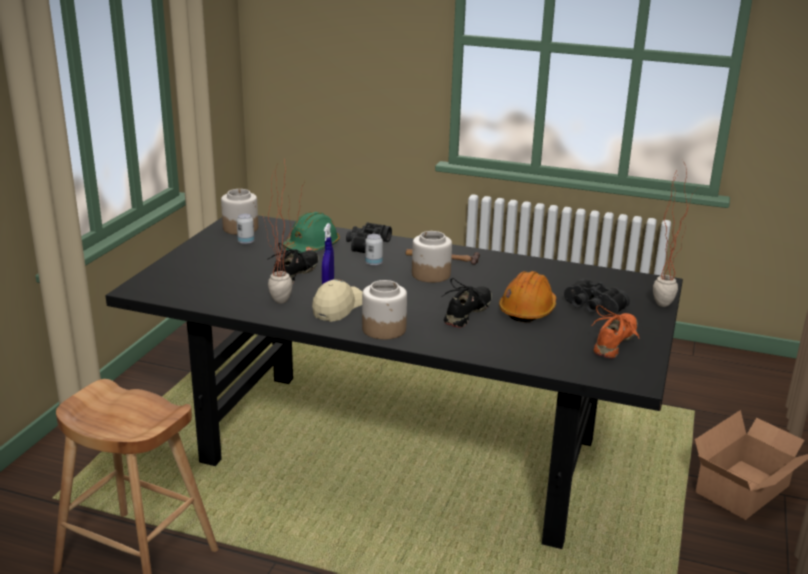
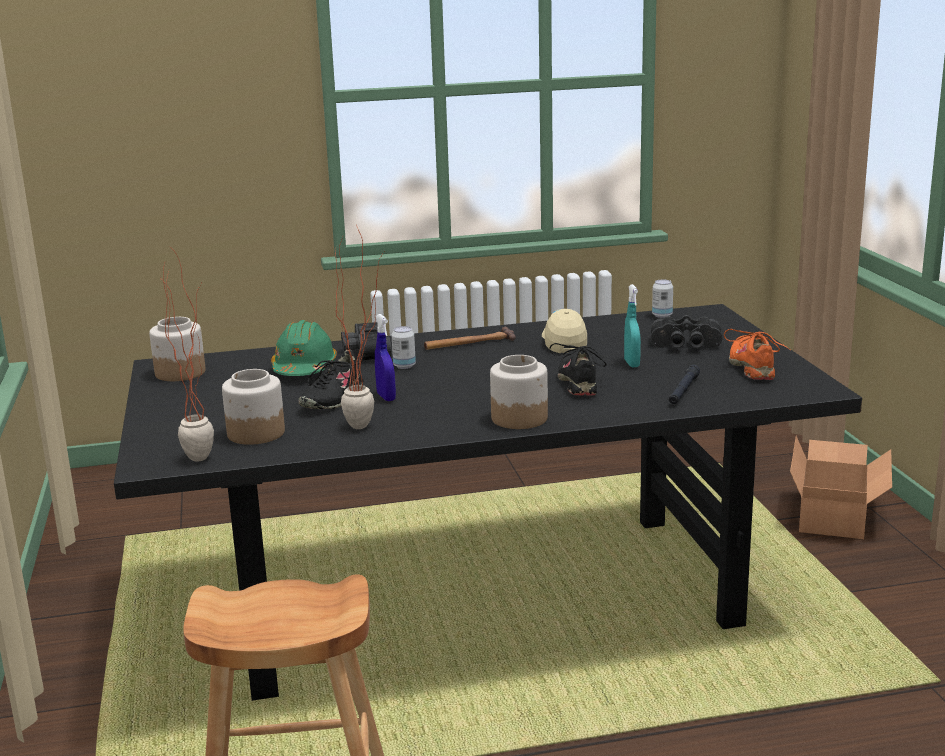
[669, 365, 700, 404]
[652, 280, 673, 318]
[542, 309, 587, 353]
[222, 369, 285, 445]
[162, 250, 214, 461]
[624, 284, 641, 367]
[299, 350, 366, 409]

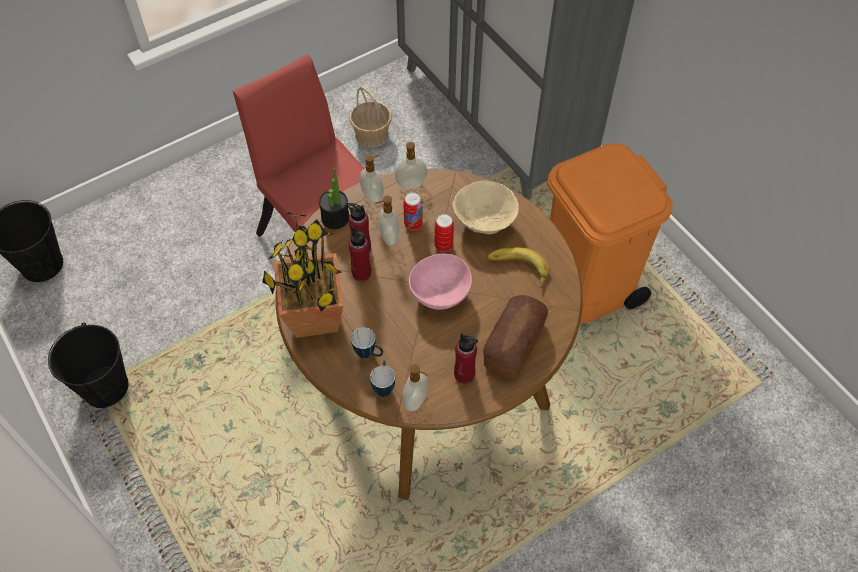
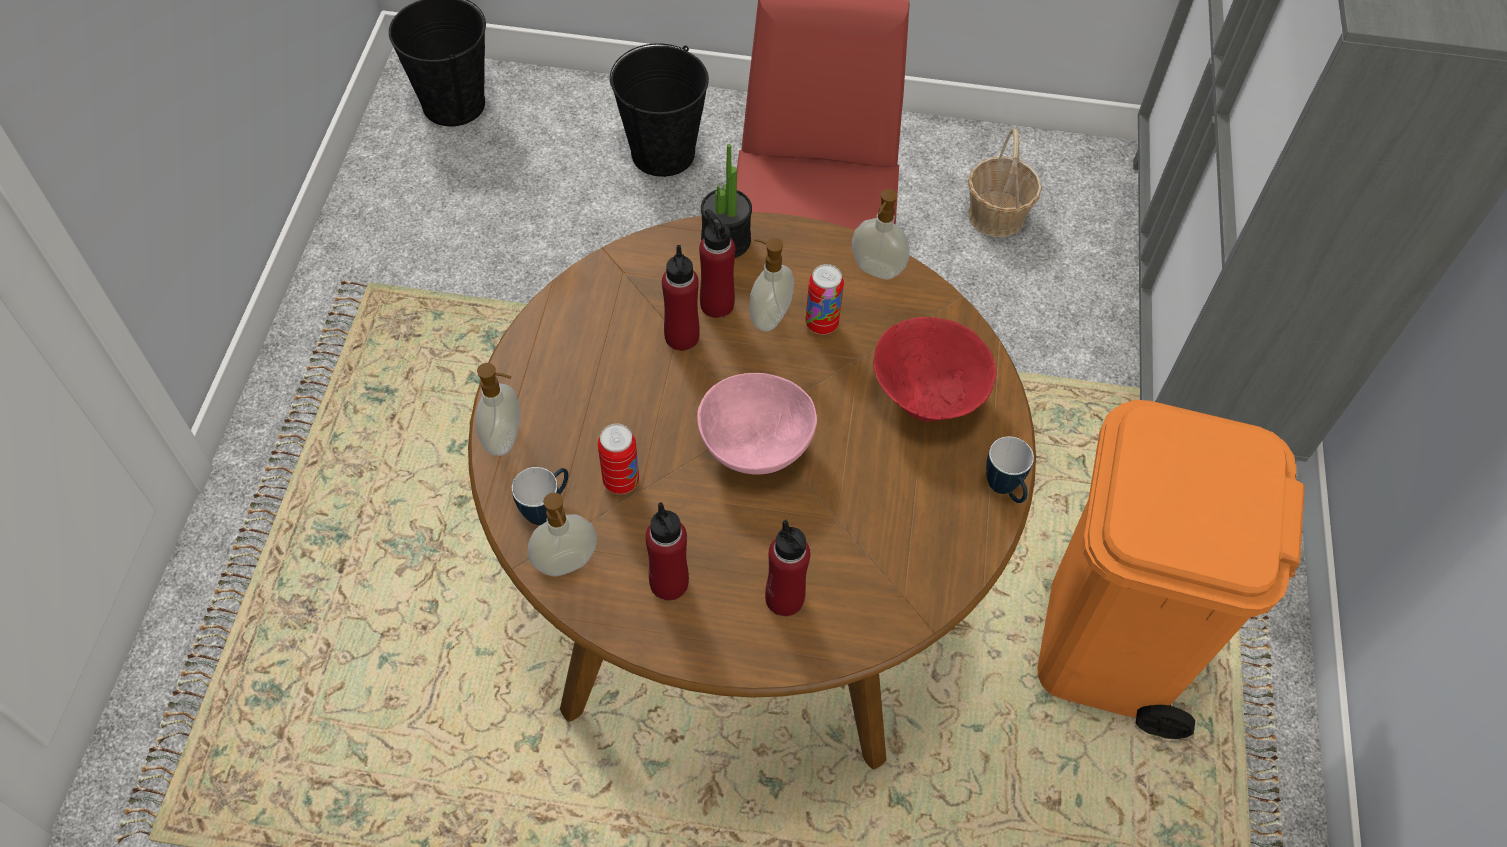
[262, 213, 344, 338] (first image)
[487, 247, 550, 288] (first image)
[610, 43, 709, 177]
[986, 436, 1034, 503]
[476, 363, 520, 456]
[598, 424, 639, 494]
[765, 520, 810, 616]
[874, 317, 996, 422]

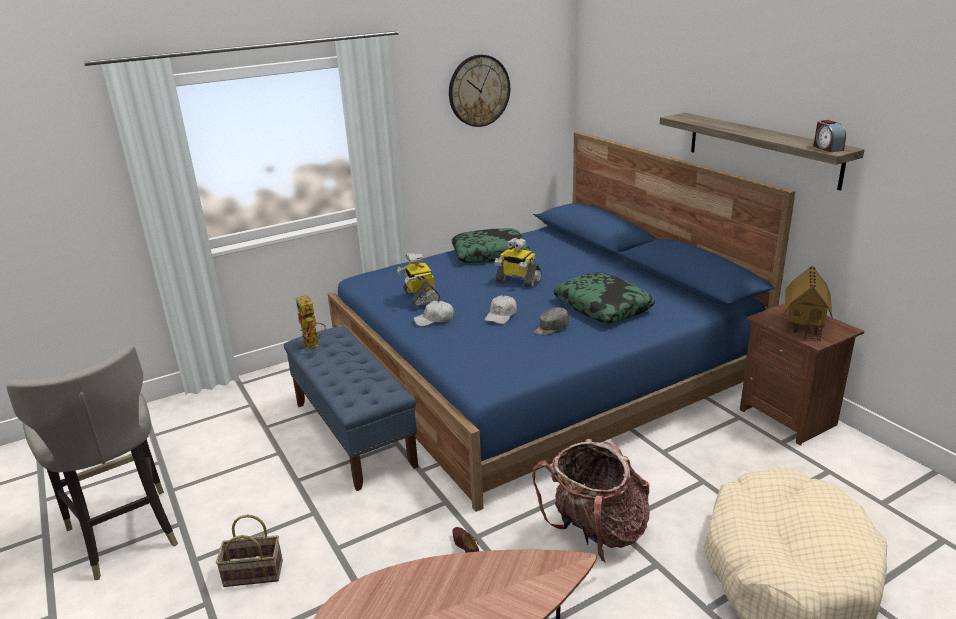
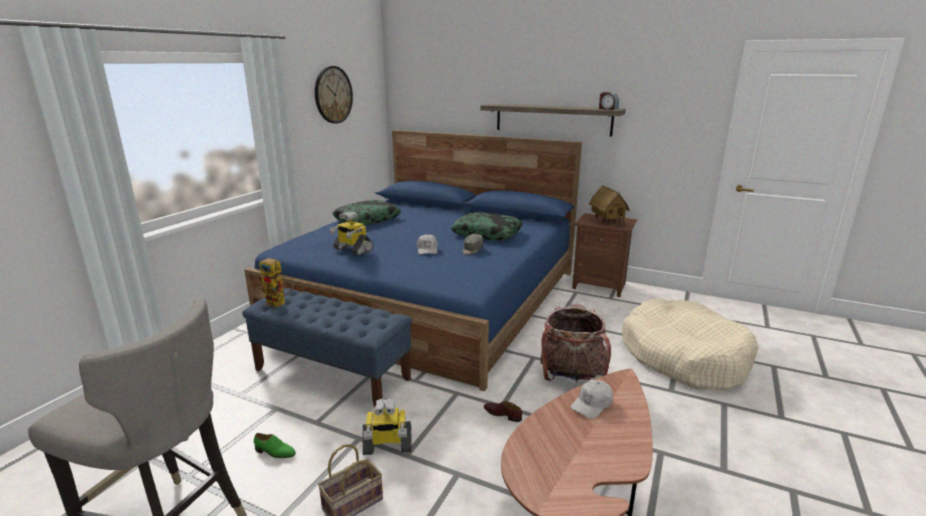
[254, 433, 296, 458]
[571, 380, 613, 419]
[362, 398, 412, 455]

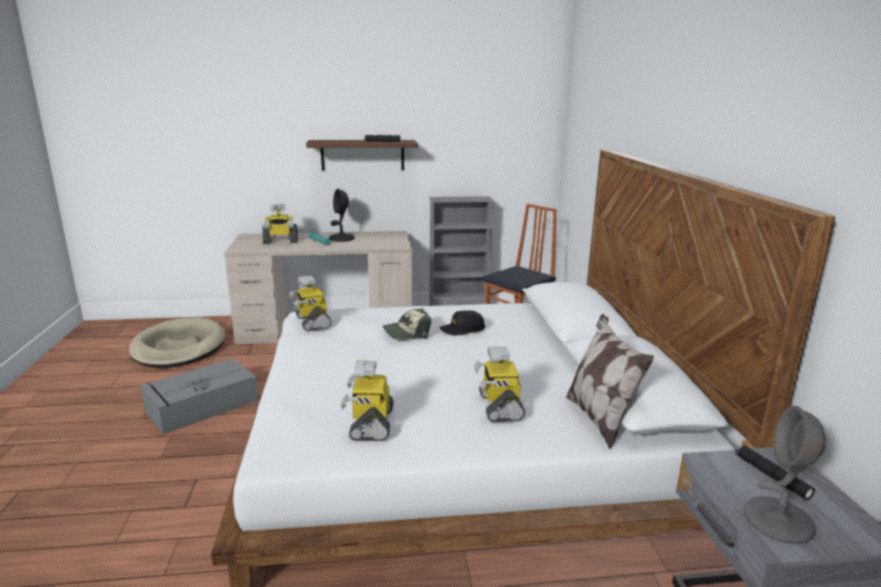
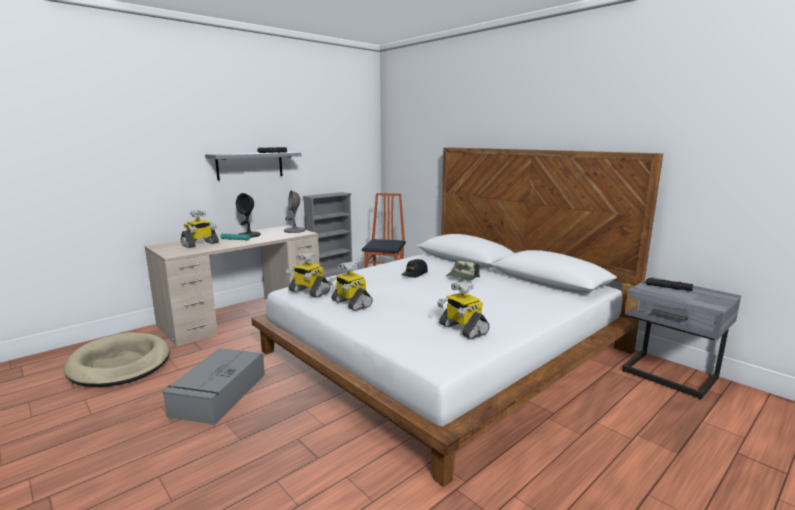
[565, 314, 654, 449] (first image)
[446, 260, 480, 281]
[328, 262, 373, 311]
[284, 190, 305, 233]
[205, 152, 301, 180]

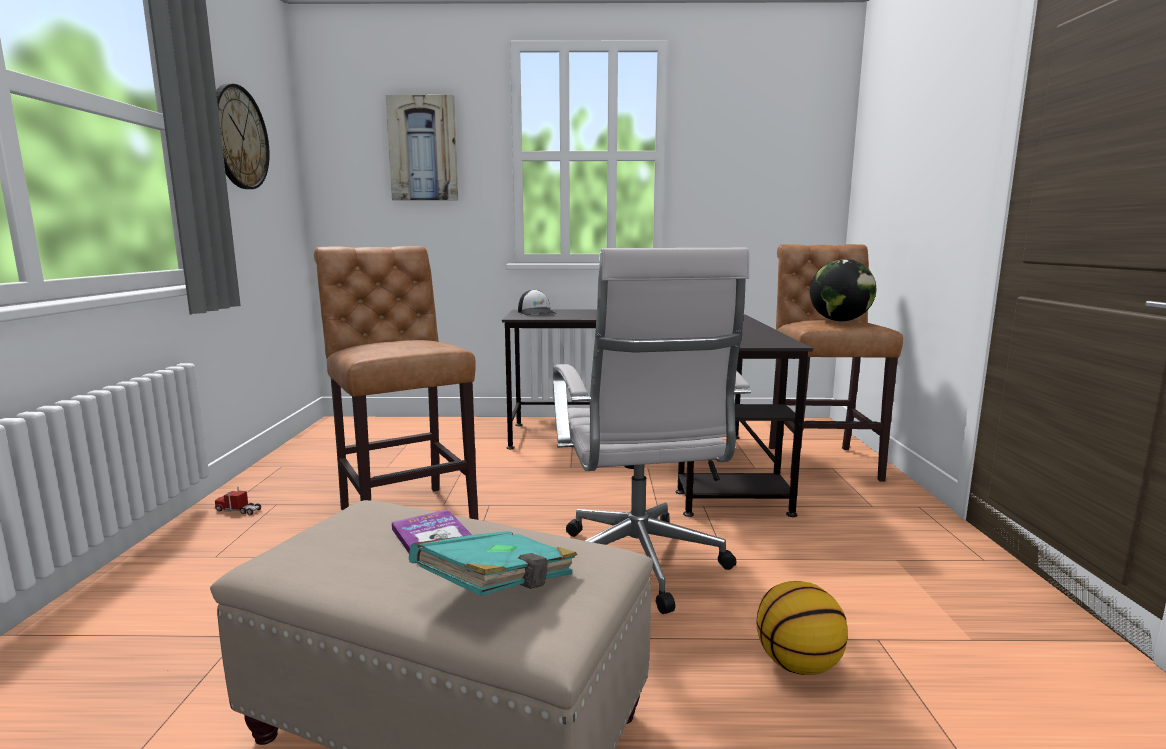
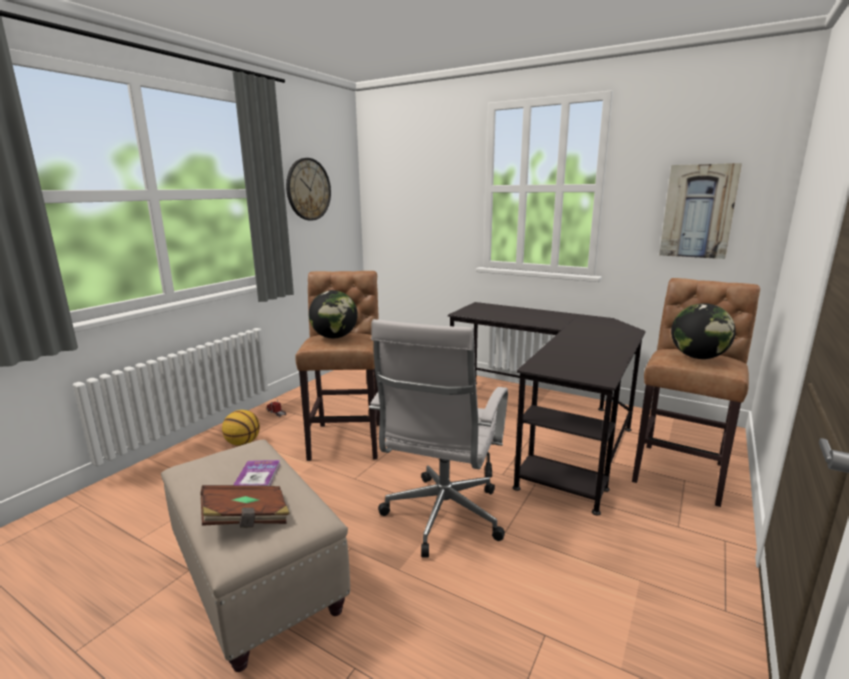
[518, 289, 557, 315] (first image)
[309, 290, 358, 338]
[659, 163, 742, 259]
[222, 410, 260, 446]
[200, 485, 290, 528]

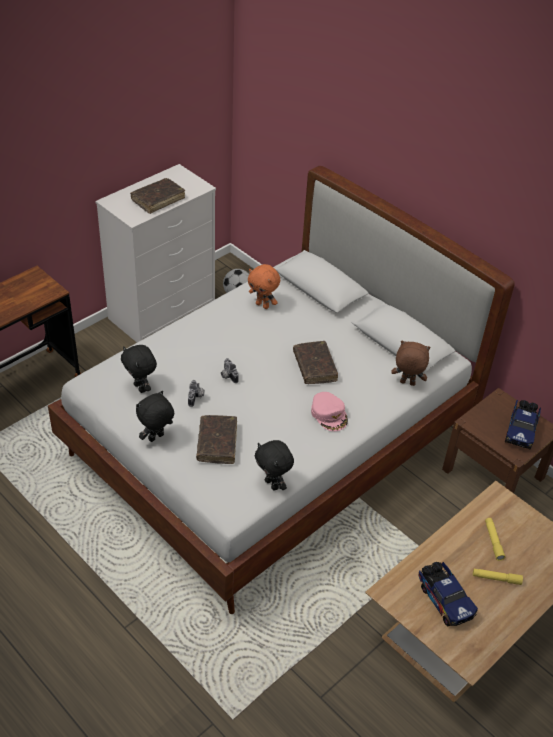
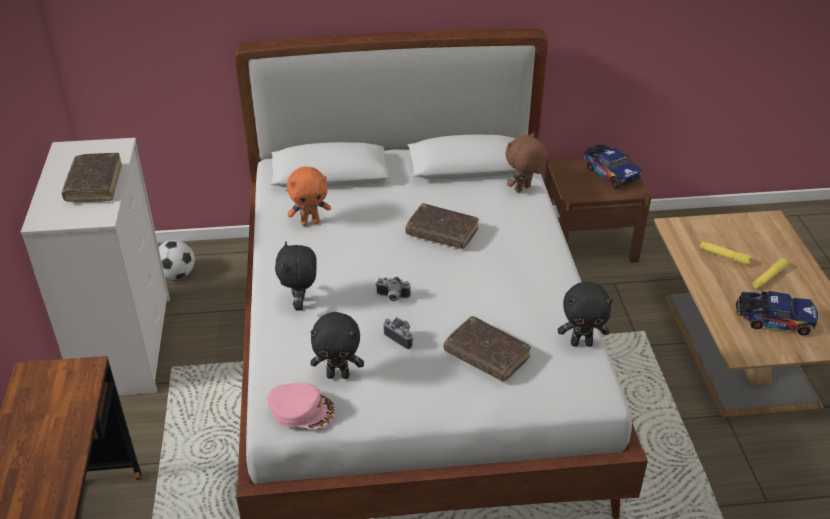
[275, 241, 317, 311]
[267, 383, 336, 428]

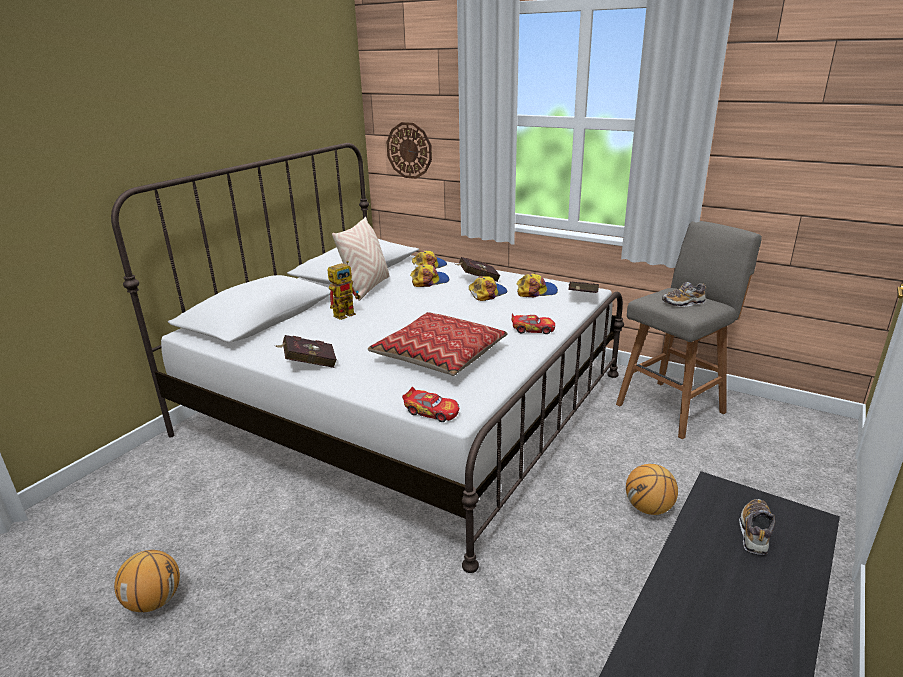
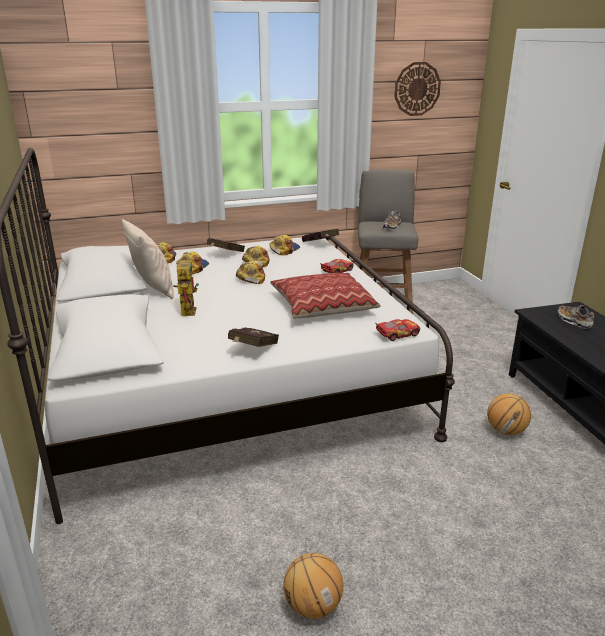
[236, 261, 265, 284]
[394, 62, 441, 116]
[487, 393, 531, 435]

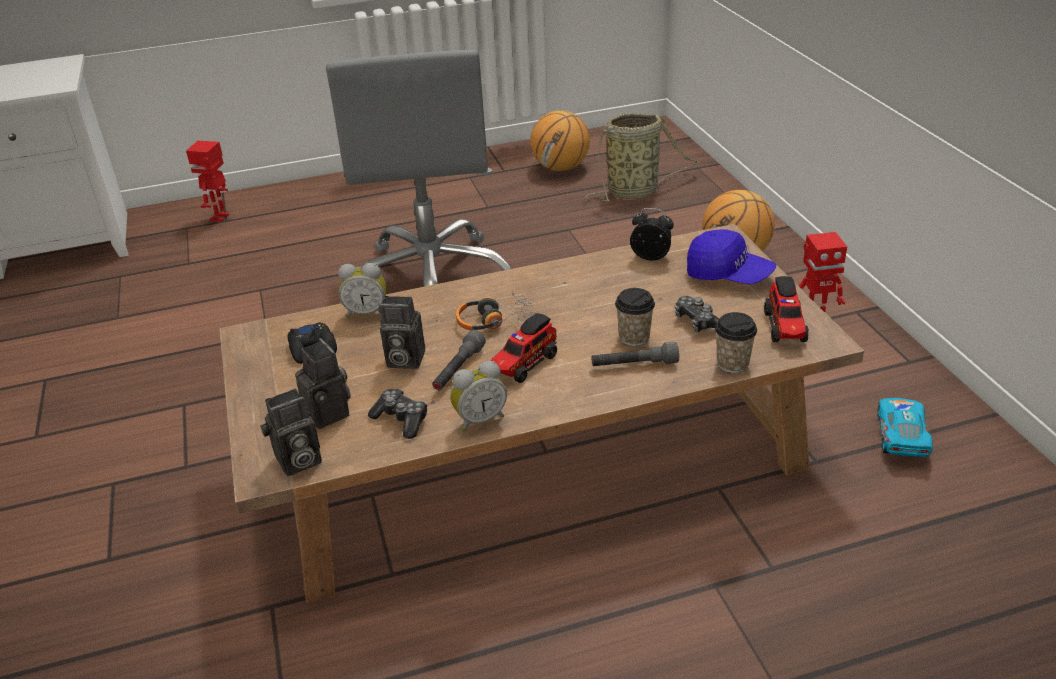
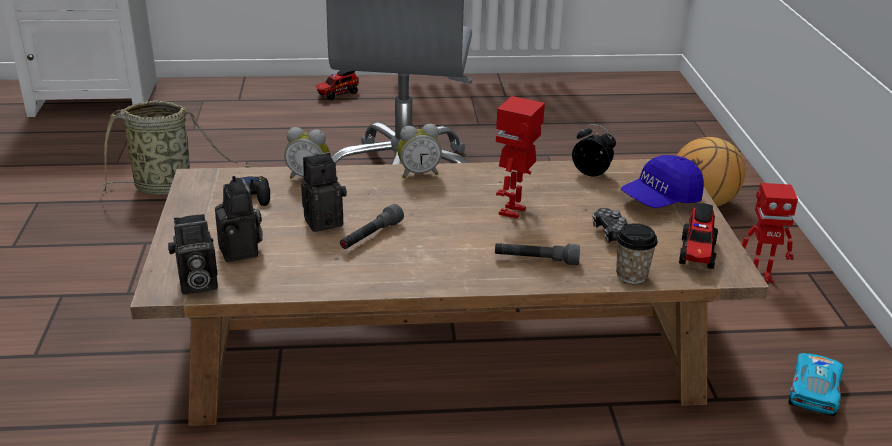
[368, 389, 427, 439] (first image)
[456, 291, 537, 331] (first image)
[530, 110, 590, 171] (first image)
[615, 288, 655, 346] (first image)
[496, 96, 545, 219]
[397, 124, 442, 178]
[316, 70, 359, 101]
[100, 100, 250, 196]
[301, 152, 347, 232]
[621, 155, 704, 208]

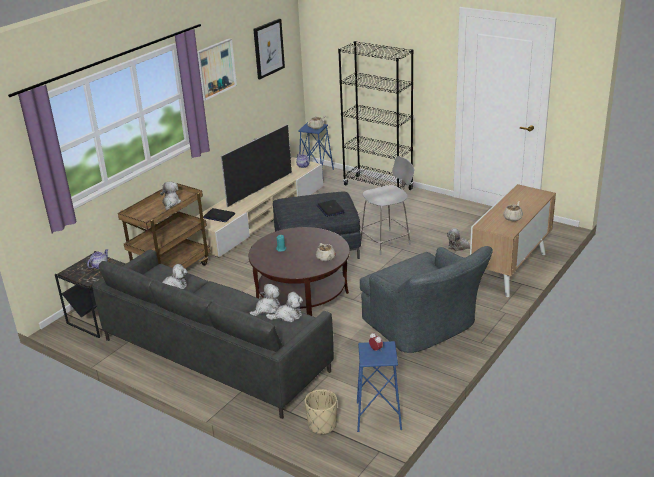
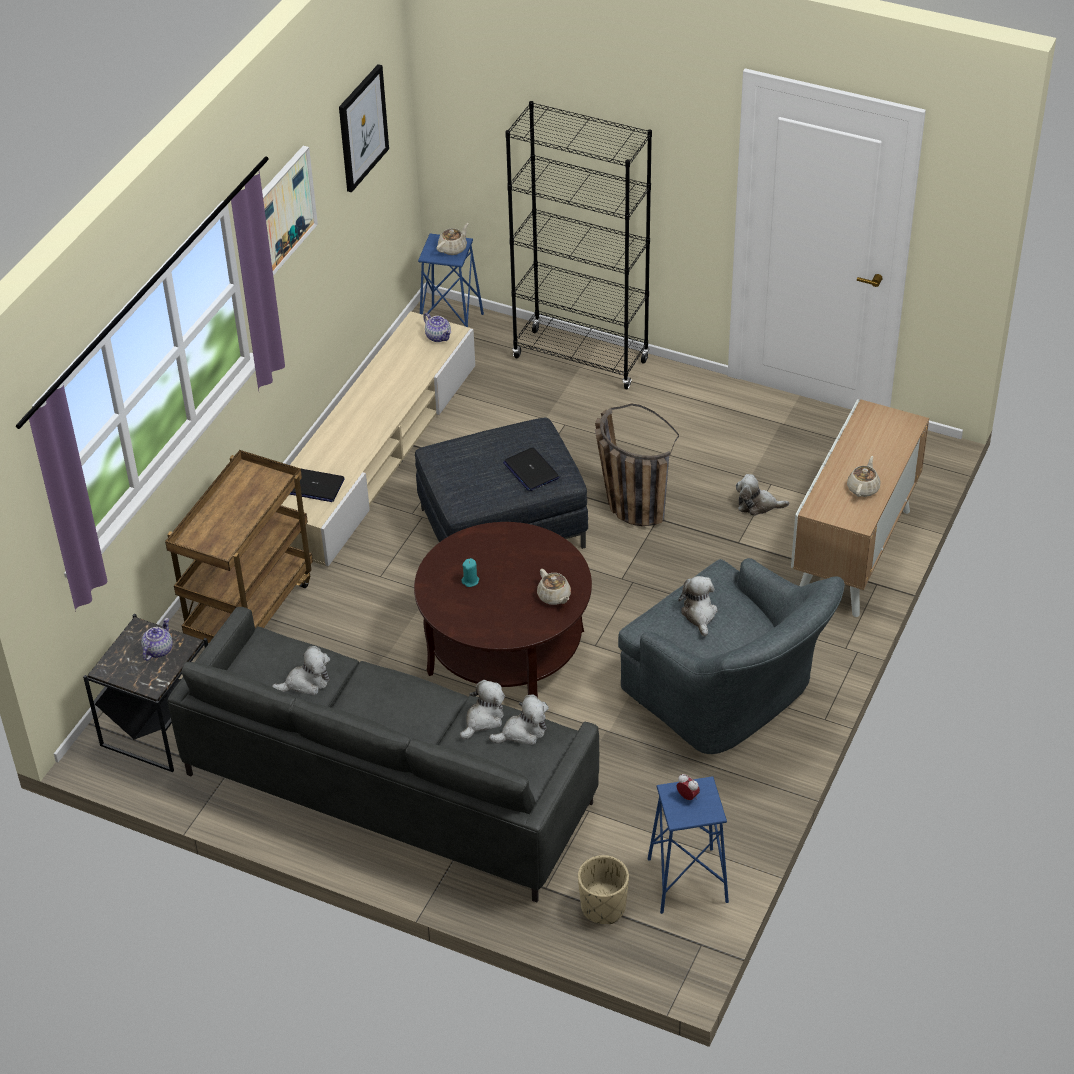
[221, 124, 292, 207] (first image)
[678, 576, 718, 637]
[595, 403, 679, 526]

